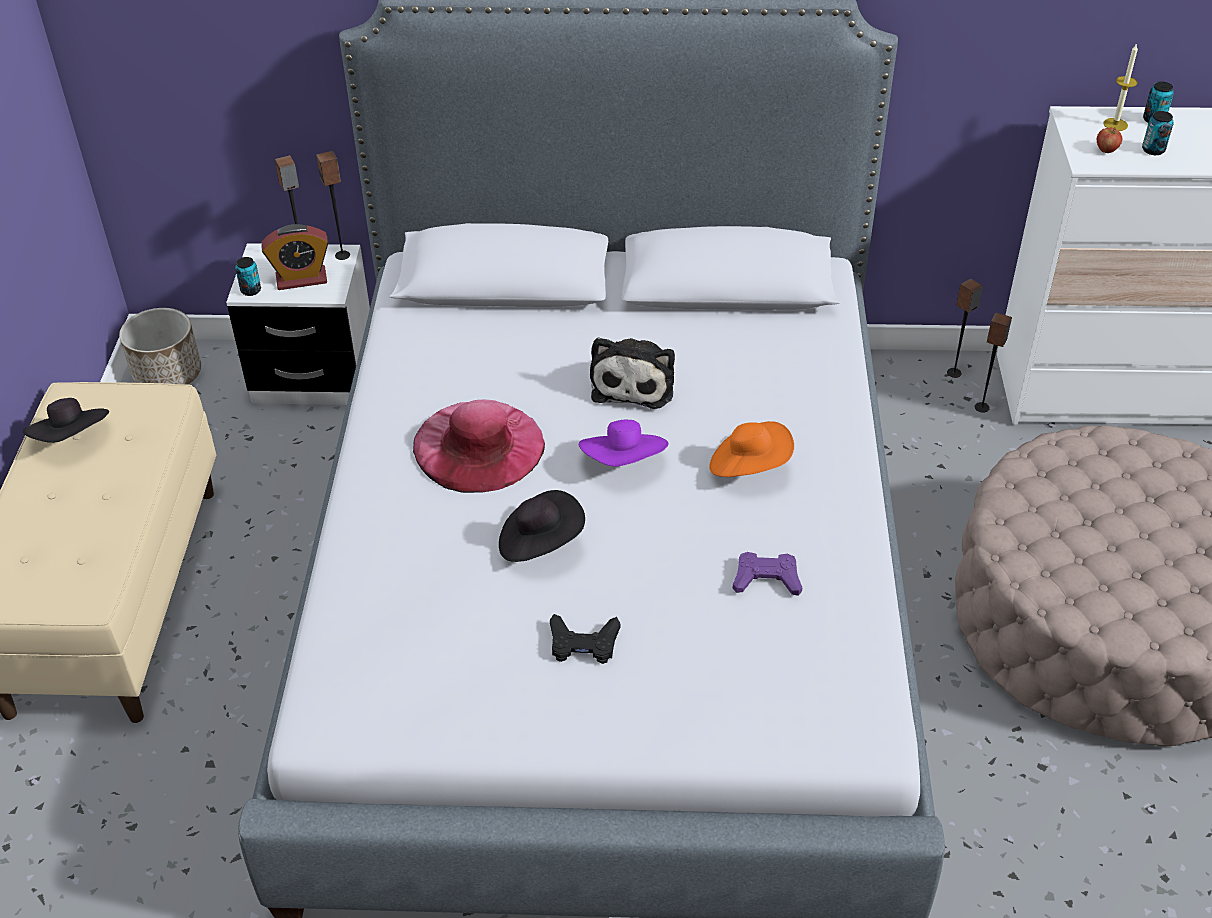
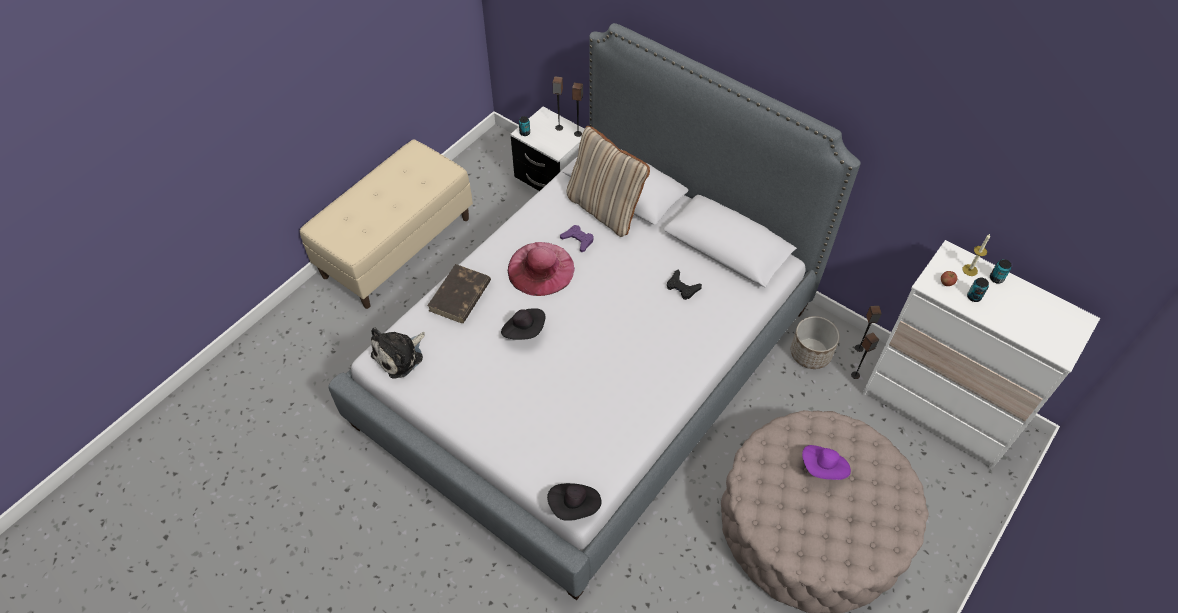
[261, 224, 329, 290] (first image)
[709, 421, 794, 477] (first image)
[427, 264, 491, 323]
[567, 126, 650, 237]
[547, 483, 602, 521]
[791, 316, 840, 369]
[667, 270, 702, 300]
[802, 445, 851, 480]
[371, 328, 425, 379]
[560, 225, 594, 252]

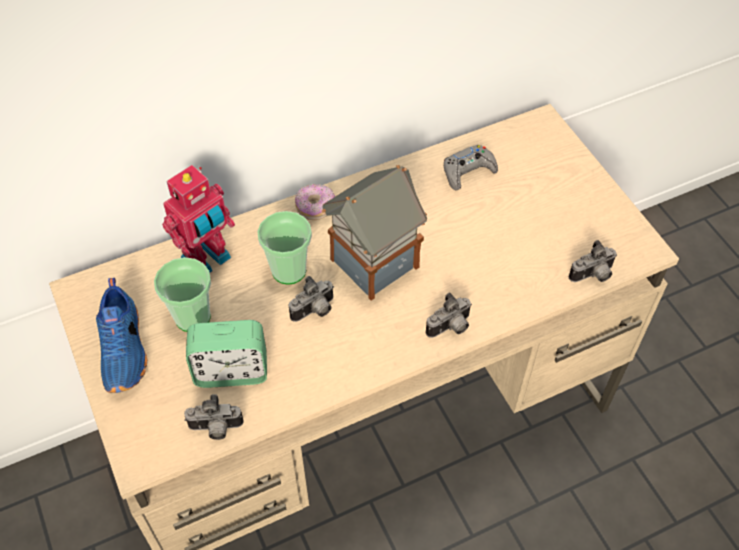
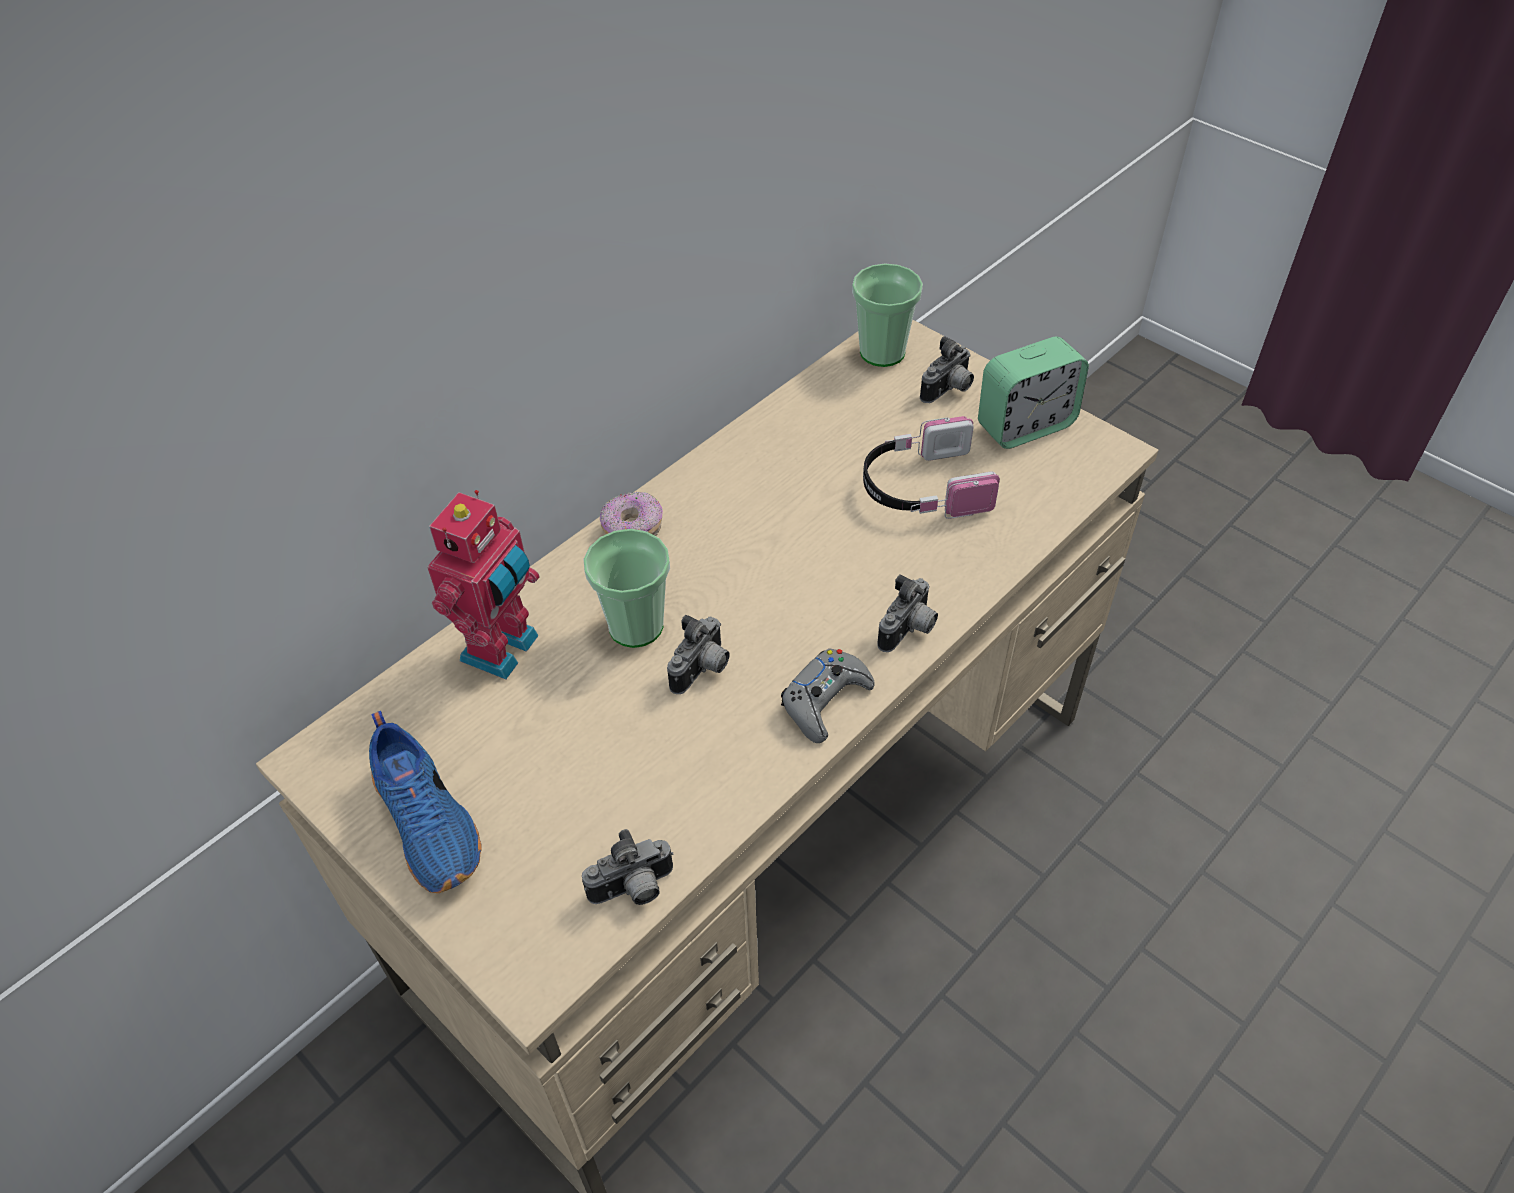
[322, 165, 427, 301] (first image)
[863, 416, 1000, 519]
[852, 263, 923, 367]
[978, 337, 1089, 449]
[781, 649, 875, 743]
[920, 336, 974, 403]

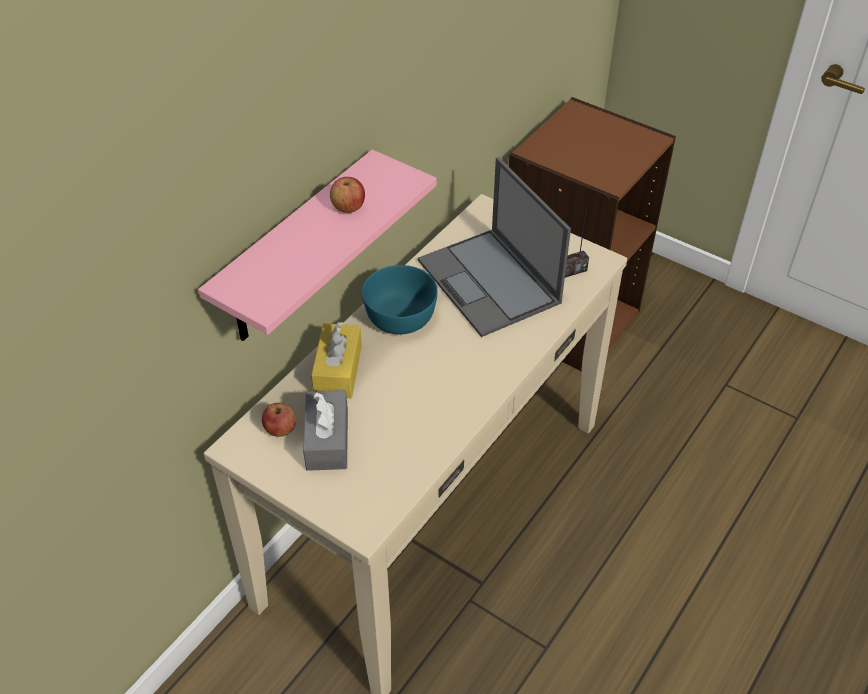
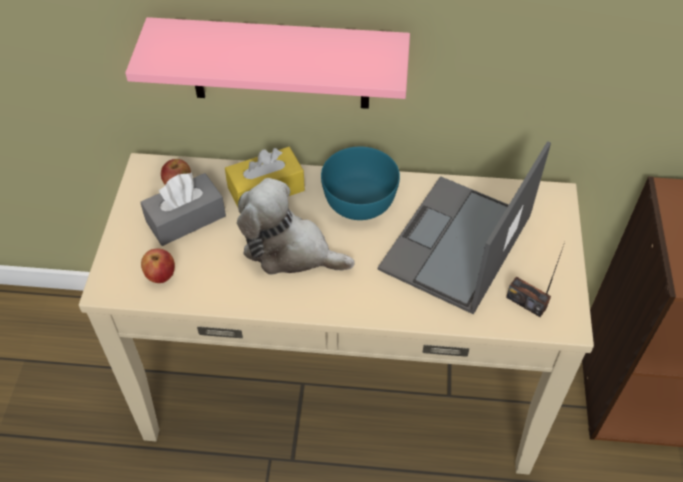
[237, 178, 355, 275]
[141, 248, 175, 283]

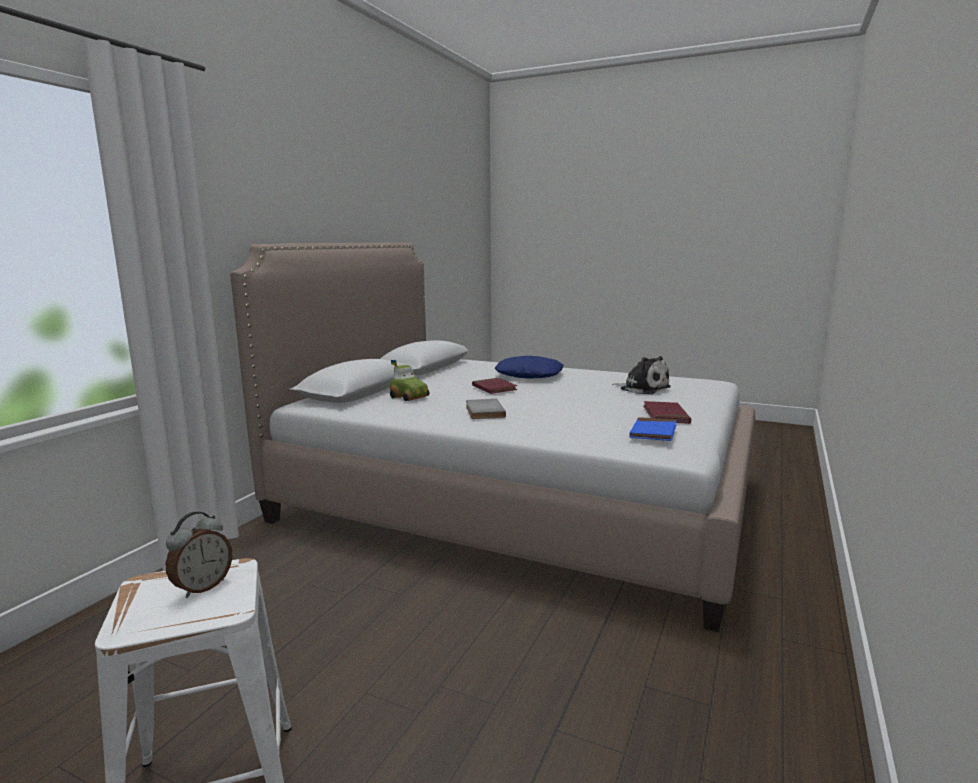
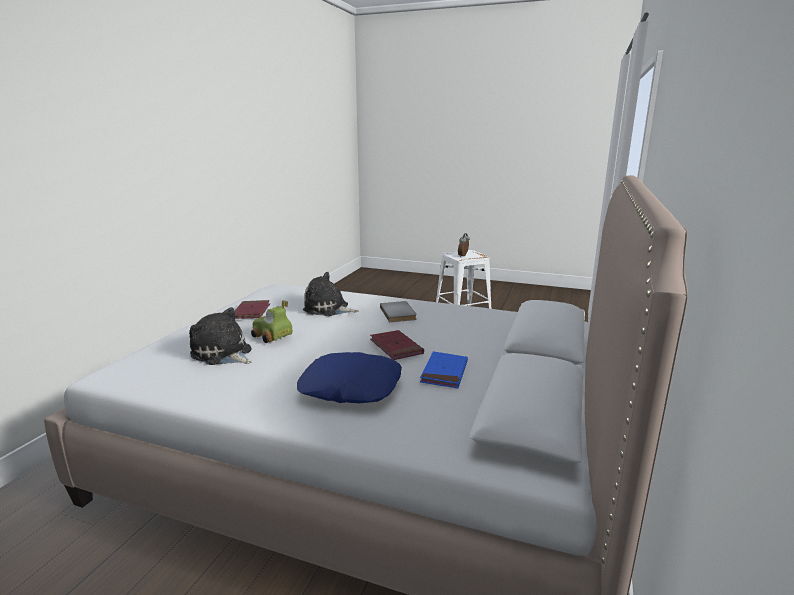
[303, 272, 359, 316]
[251, 300, 292, 343]
[420, 351, 468, 388]

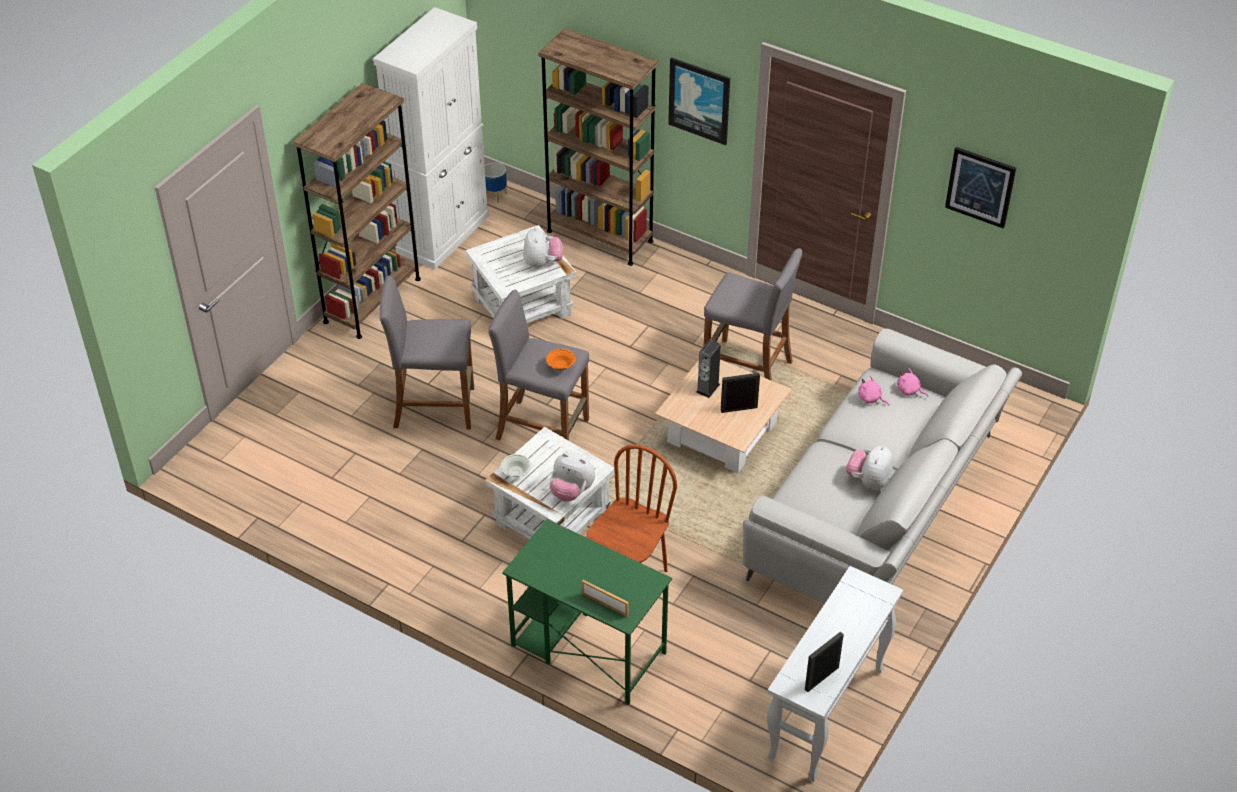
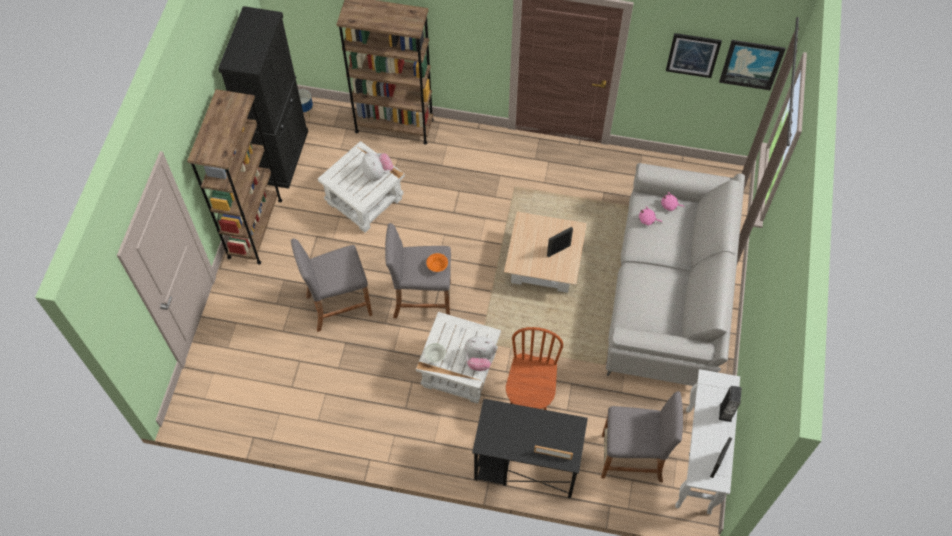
[846, 445, 893, 489] (first image)
[719, 40, 786, 90]
[719, 386, 742, 422]
[601, 391, 683, 482]
[218, 6, 308, 189]
[472, 399, 588, 498]

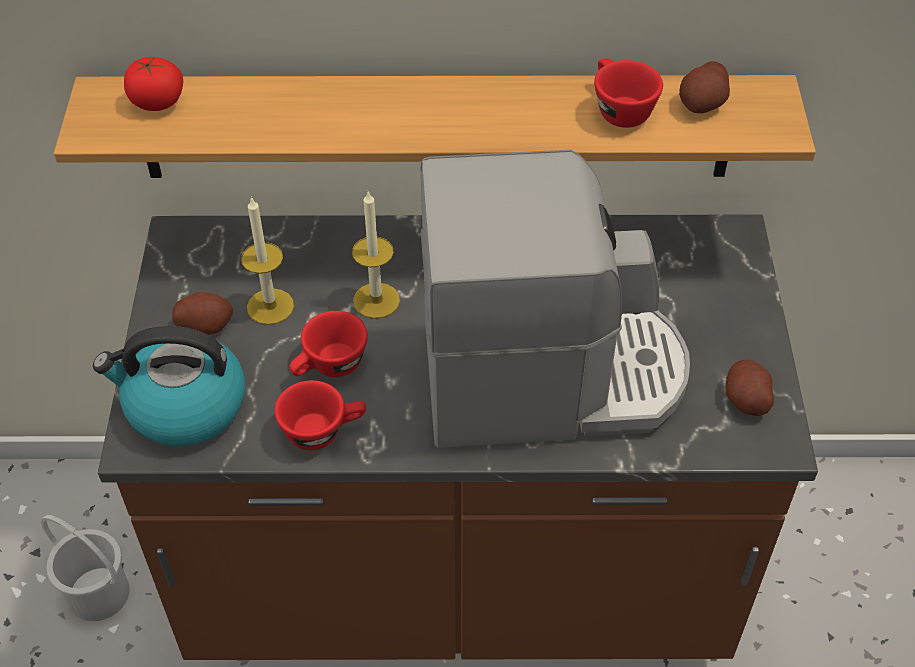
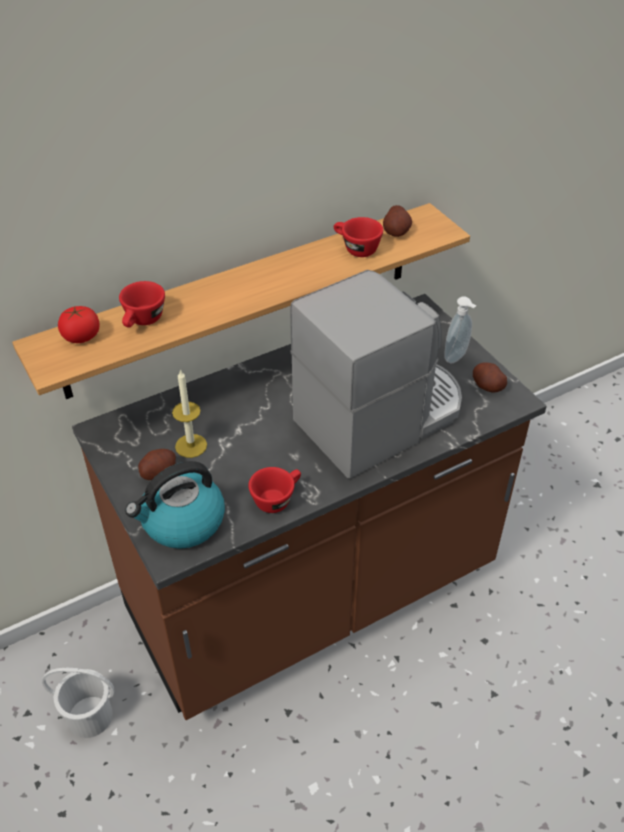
[352, 191, 400, 319] (first image)
[444, 296, 477, 364]
[119, 281, 165, 327]

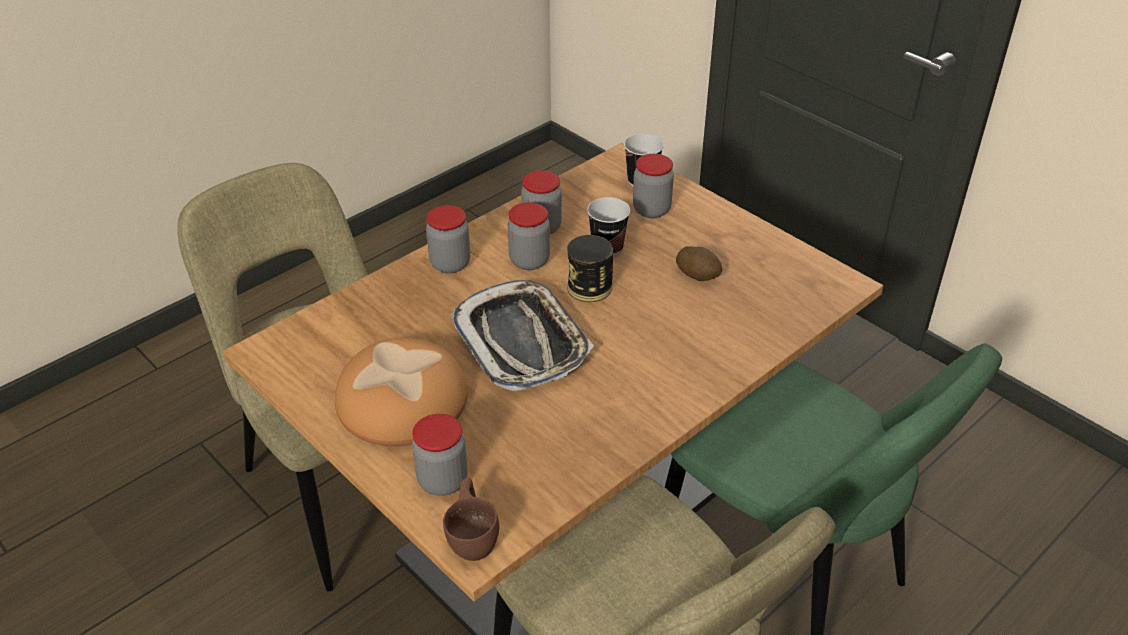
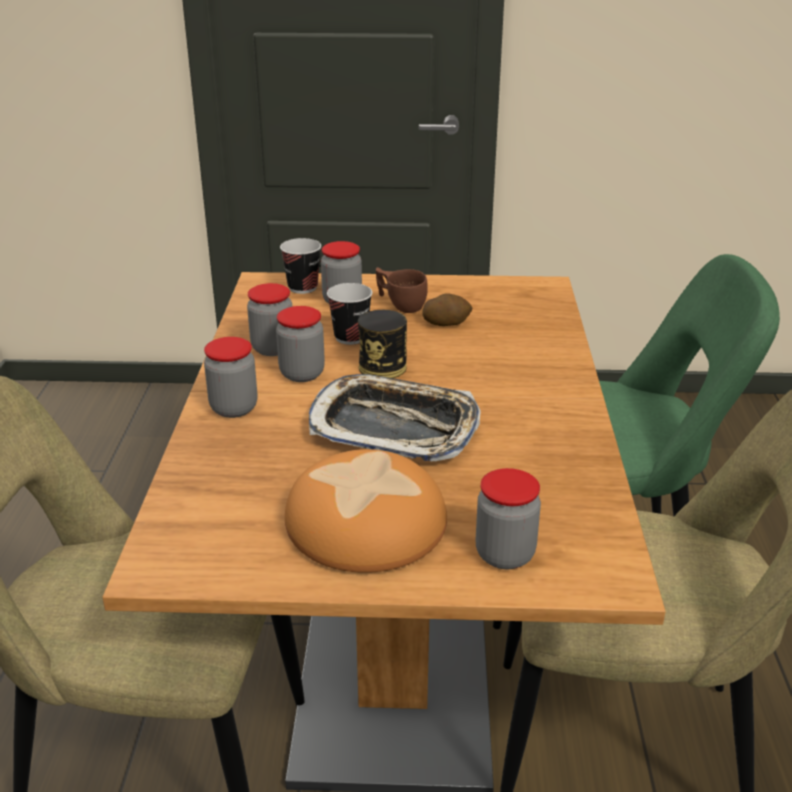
[376, 267, 428, 313]

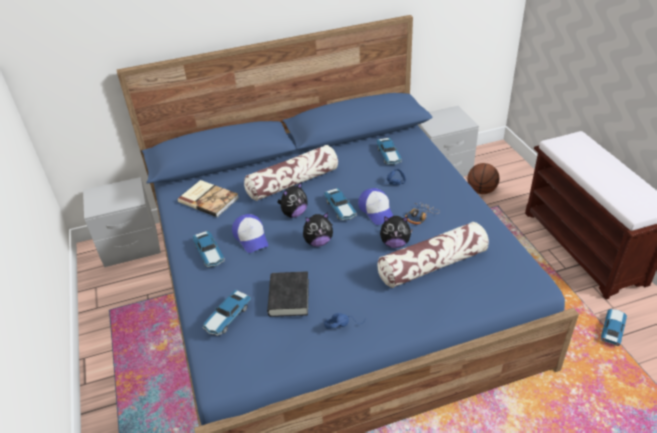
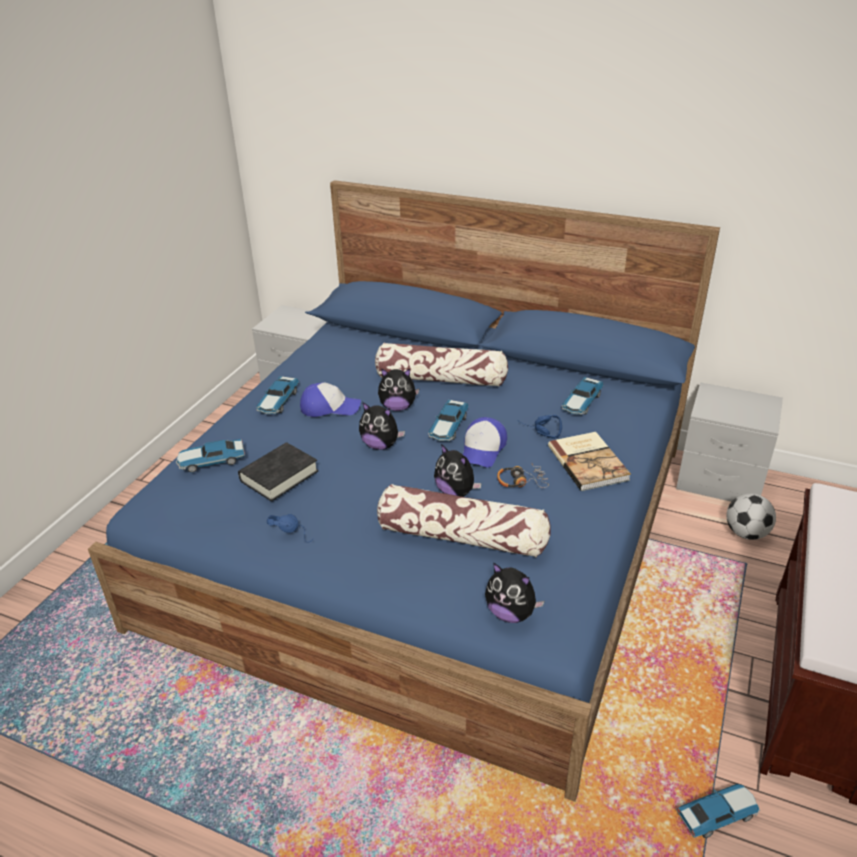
[485, 562, 545, 623]
[548, 432, 631, 491]
[726, 493, 776, 540]
[300, 382, 361, 417]

